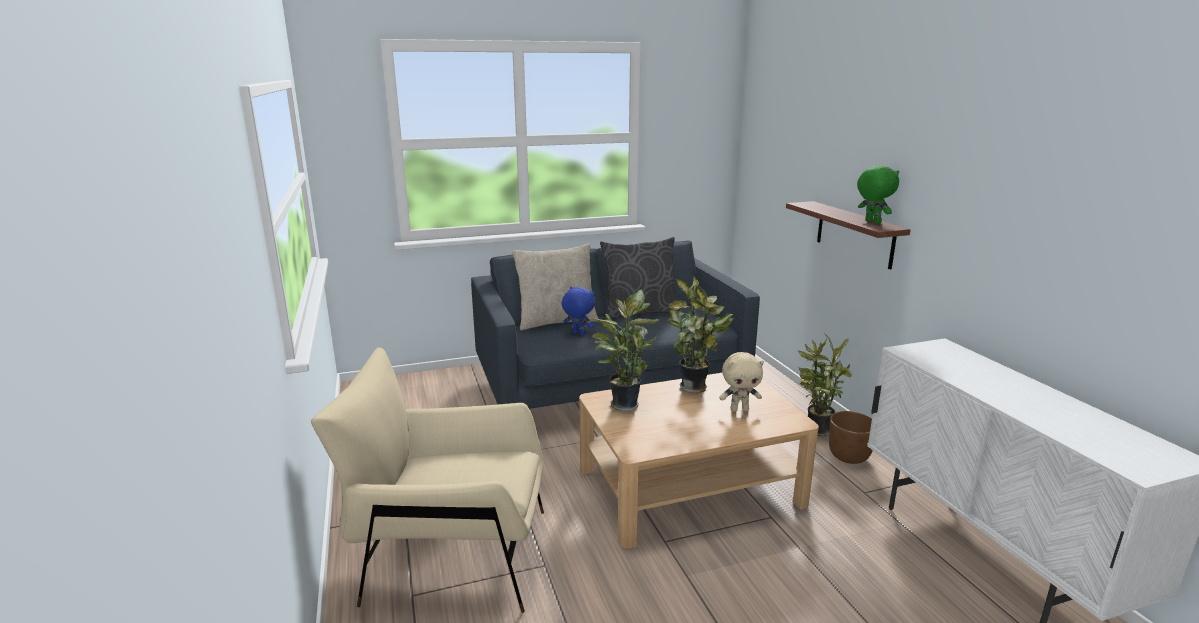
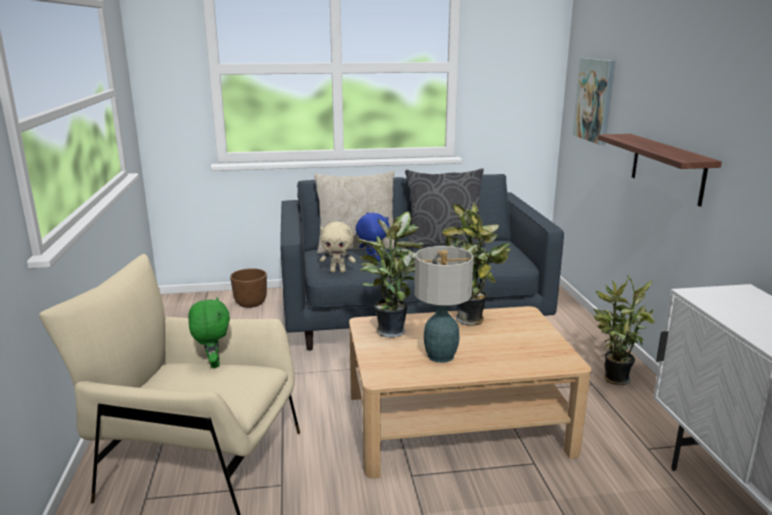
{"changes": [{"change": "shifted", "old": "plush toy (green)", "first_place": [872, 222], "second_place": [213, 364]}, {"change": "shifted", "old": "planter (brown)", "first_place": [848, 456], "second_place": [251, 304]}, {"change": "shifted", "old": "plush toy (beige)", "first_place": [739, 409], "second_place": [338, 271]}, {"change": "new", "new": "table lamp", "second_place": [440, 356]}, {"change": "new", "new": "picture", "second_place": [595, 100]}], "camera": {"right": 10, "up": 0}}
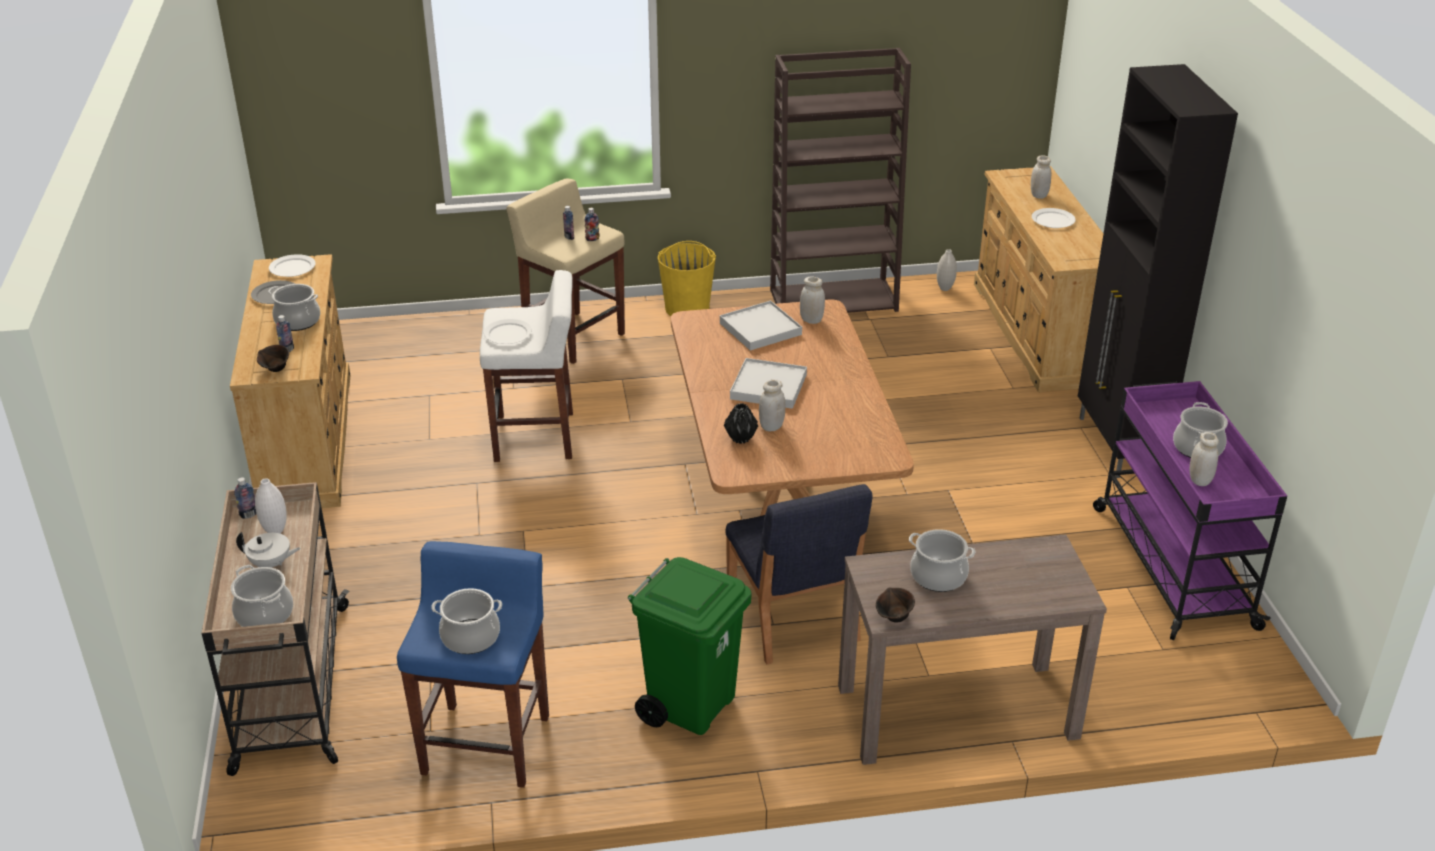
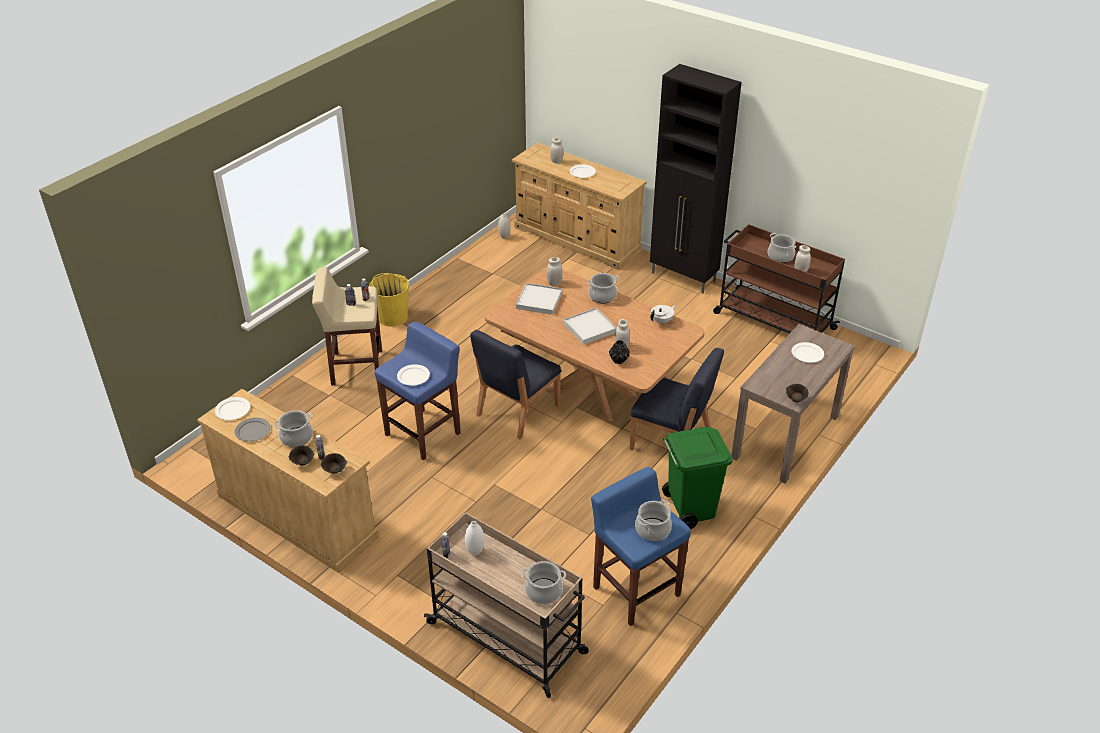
{"changes": [{"change": "new", "new": "bowl (brown)", "second_place": [303, 462]}, {"change": "repainted", "old": "stool (white)", "new": "stool (blue)", "first_place": [536, 437], "second_place": [424, 433]}, {"change": "new", "new": "chair (blue)", "second_place": [517, 410]}, {"change": "shifted", "old": "cooking pot", "first_place": [938, 576], "second_place": [602, 296]}, {"change": "shifted", "old": "teapot (white)", "first_place": [271, 564], "second_place": [662, 321]}, {"change": "repainted", "old": "cart (purple)", "new": "cart (brown)", "first_place": [1172, 565], "second_place": [772, 320]}, {"change": "new", "new": "plate (white)", "second_place": [807, 354]}, {"change": "gone", "old": "bookcase (brown)", "first_place": [834, 299]}], "camera": {"right": -45, "up": 5}}
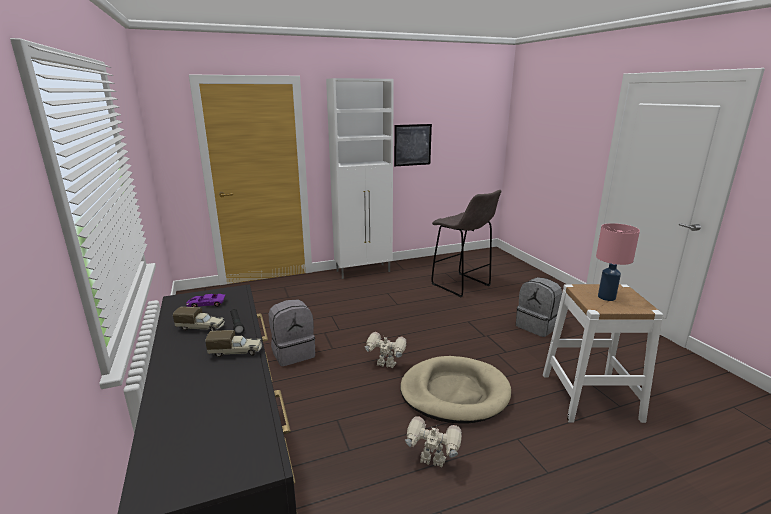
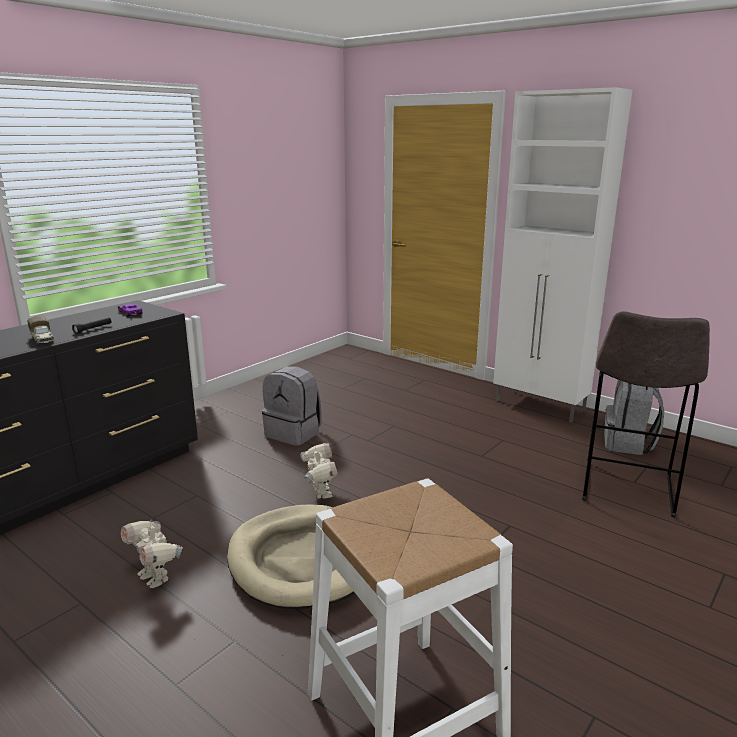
{"changes": [{"change": "rotated", "old": "toy robot", "first_place": [432, 462], "second_place": [155, 577], "degrees": 150}, {"change": "shifted", "old": "backpack (grey)", "first_place": [537, 326], "second_place": [628, 444]}, {"change": "gone", "old": "toy truck", "first_place": [201, 327]}, {"change": "gone", "old": "picture", "first_place": [412, 145]}, {"change": "gone", "old": "table lamp (pink)", "first_place": [606, 297]}], "camera": {"right": 60, "up": 0}}
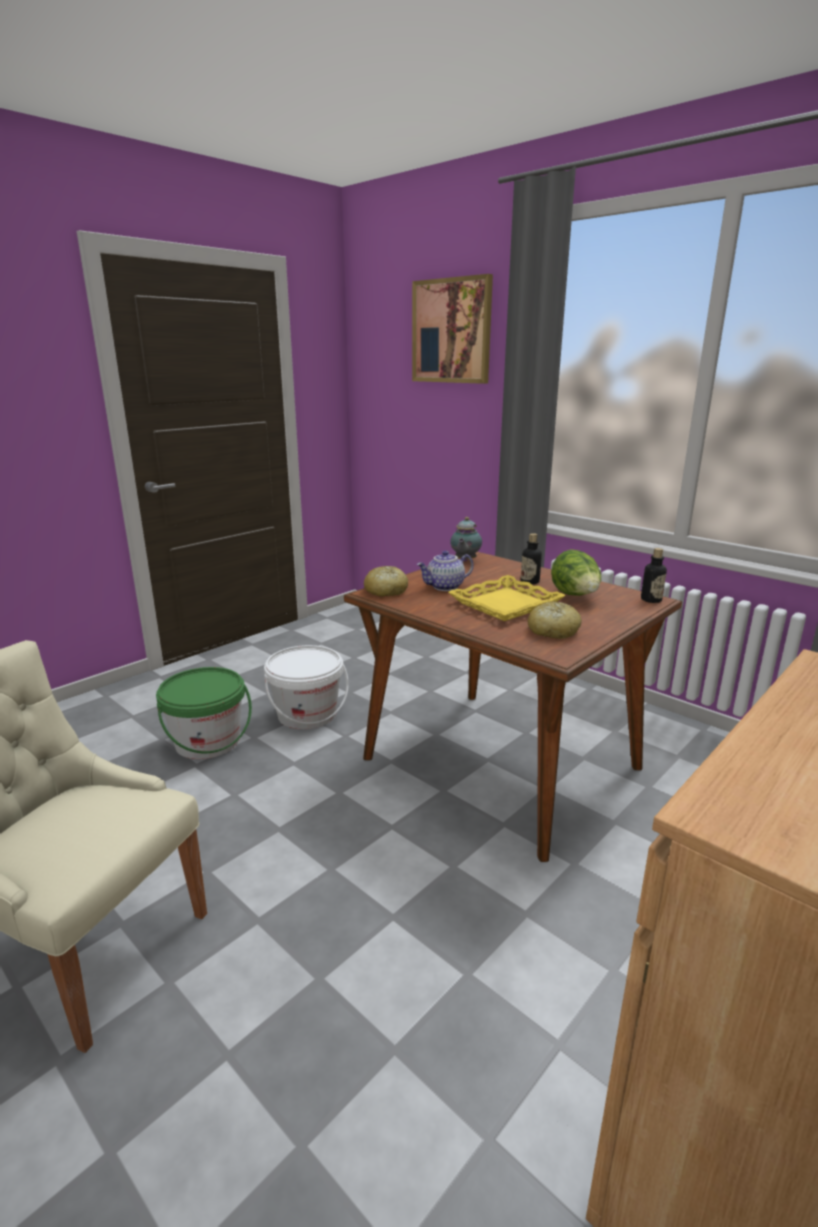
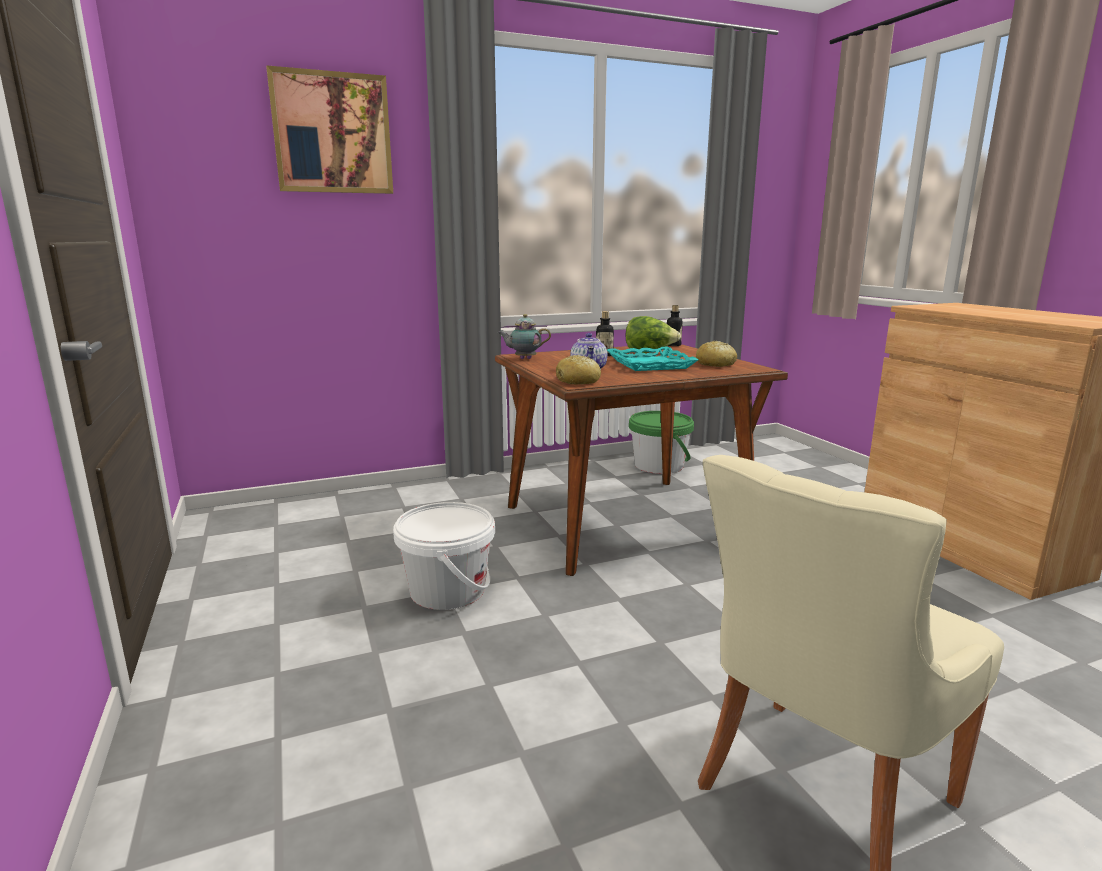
{"changes": [{"change": "rotated", "old": "teapot", "first_place": [464, 561], "second_place": [524, 359], "degrees": 135}, {"change": "repainted", "old": "tray (yellow)", "new": "tray (turquoise)", "first_place": [505, 604], "second_place": [649, 364]}, {"change": "shifted", "old": "bucket (green)", "first_place": [208, 741], "second_place": [659, 466]}], "camera": {"right": -65, "up": -5}}
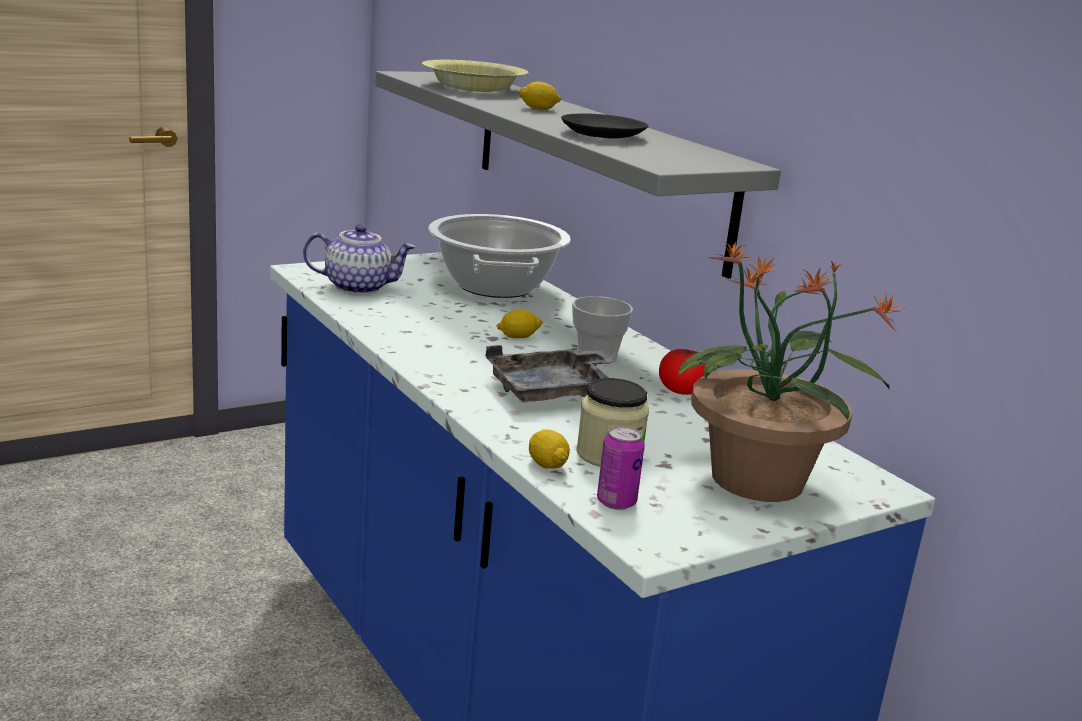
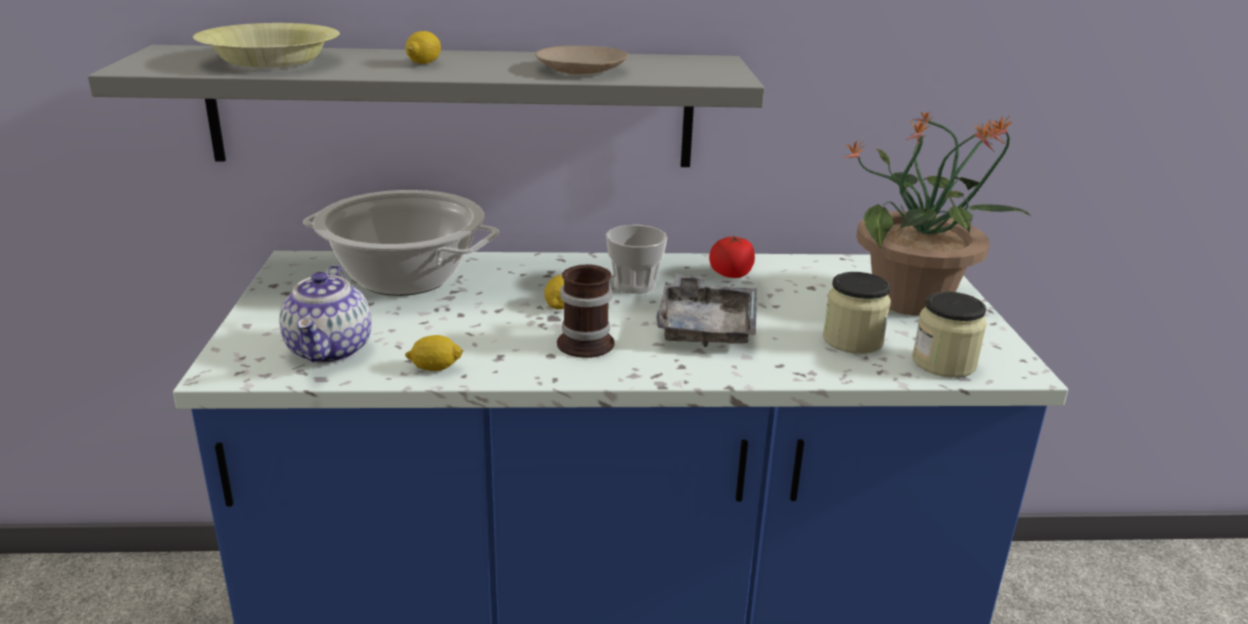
{"changes": [{"change": "rotated", "old": "teapot", "first_place": [359, 287], "second_place": [330, 350], "degrees": 150}, {"change": "shifted", "old": "lemon", "first_place": [547, 465], "second_place": [435, 368]}, {"change": "repainted", "old": "plate (black)", "new": "plate (beige)", "first_place": [602, 135], "second_place": [581, 70]}, {"change": "new", "new": "mug", "second_place": [590, 342]}, {"change": "swapped", "old": "can", "new": "jar", "first_place": [616, 502], "second_place": [944, 363]}], "camera": {"right": -60, "up": 5}}
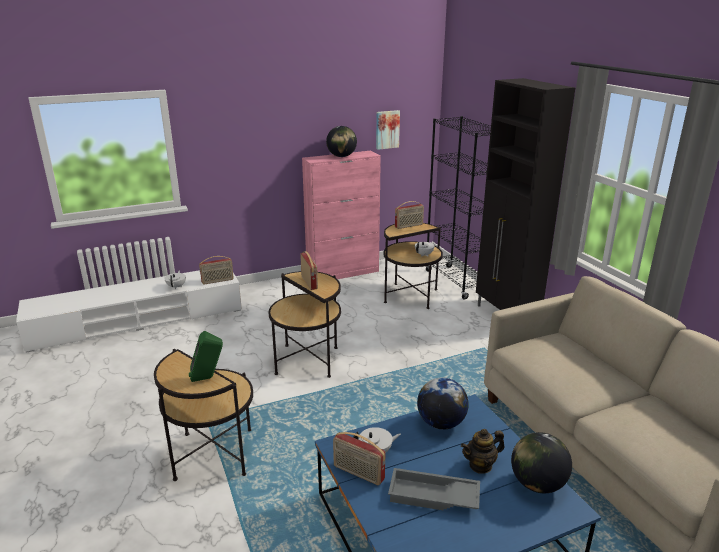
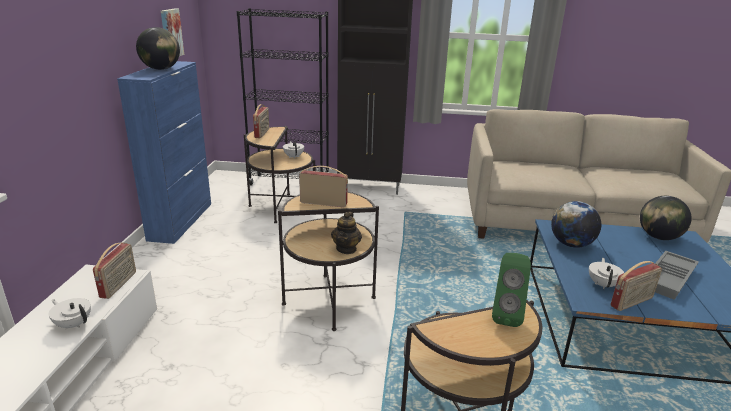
{"changes": [{"change": "repainted", "old": "cabinet (pink)", "new": "cabinet (blue)", "first_place": [343, 273], "second_place": [181, 221]}, {"change": "shifted", "old": "teapot", "first_place": [480, 465], "second_place": [346, 249]}], "camera": {"right": -60, "up": 0}}
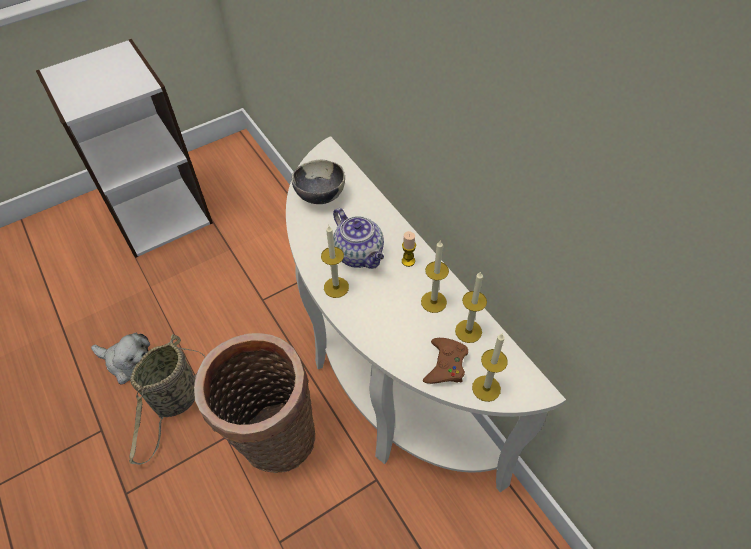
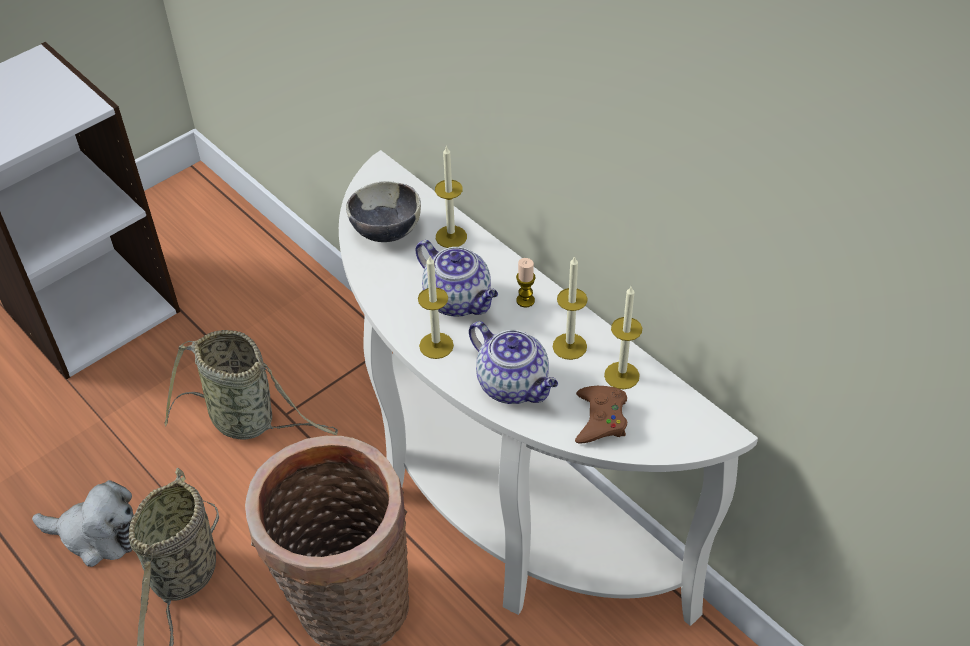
{"changes": [{"change": "new", "new": "basket", "second_place": [248, 421]}, {"change": "shifted", "old": "candle", "first_place": [486, 388], "second_place": [451, 237]}, {"change": "new", "new": "teapot", "second_place": [514, 385]}], "camera": {"right": -10, "up": -5}}
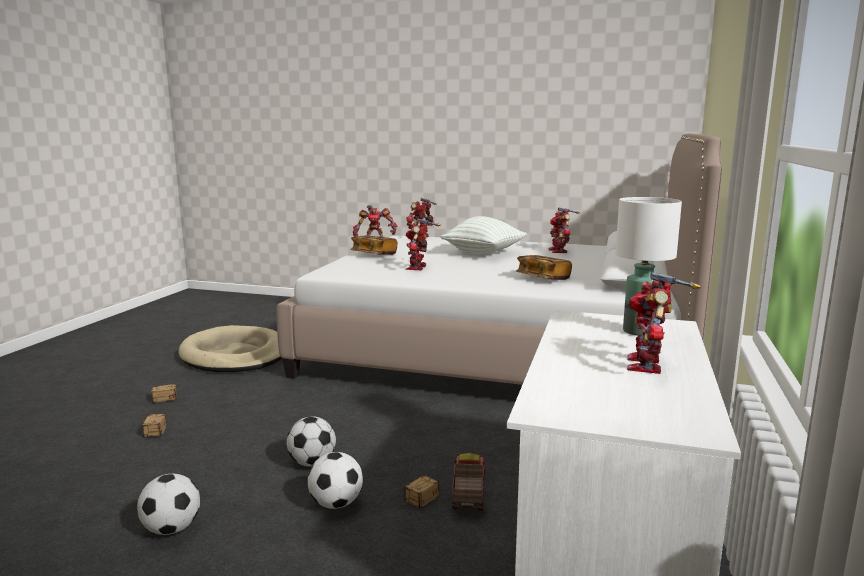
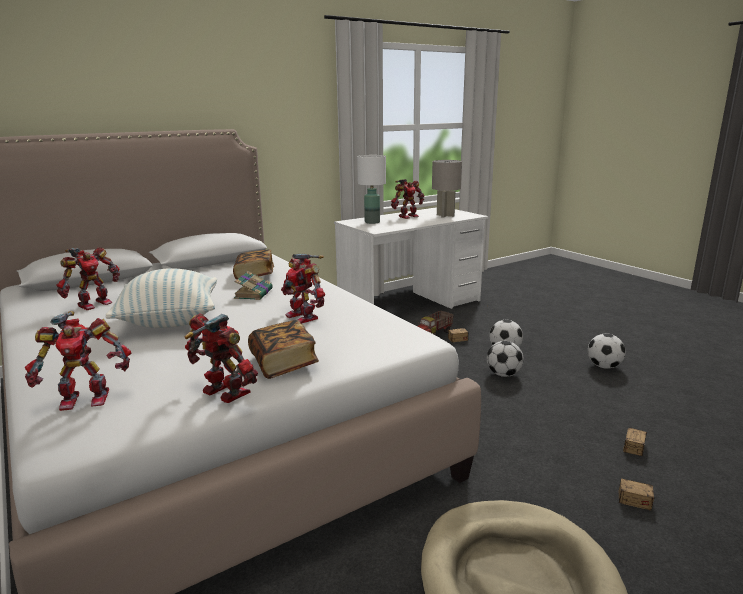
{"changes": [{"change": "new", "new": "book", "second_place": [254, 293]}, {"change": "rotated", "old": "toy robot", "first_place": [418, 267], "second_place": [304, 316], "degrees": 90}, {"change": "new", "new": "table lamp (grey)", "second_place": [445, 215]}], "camera": {"right": -140, "up": 5}}
